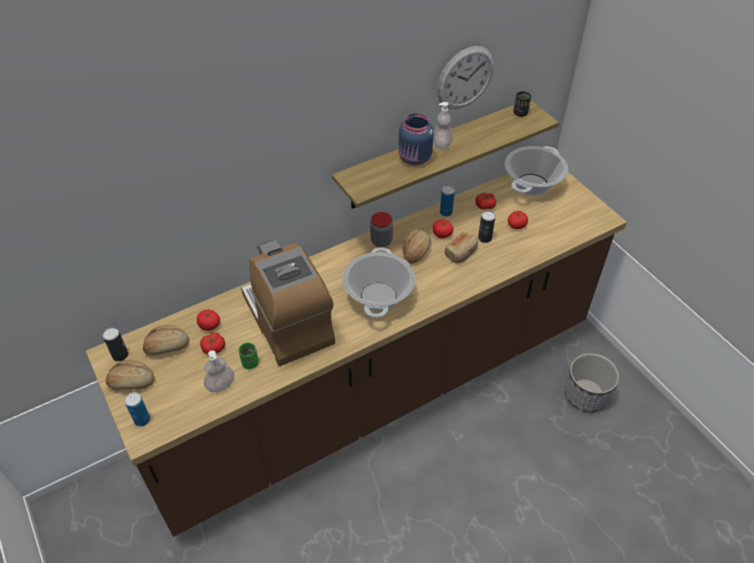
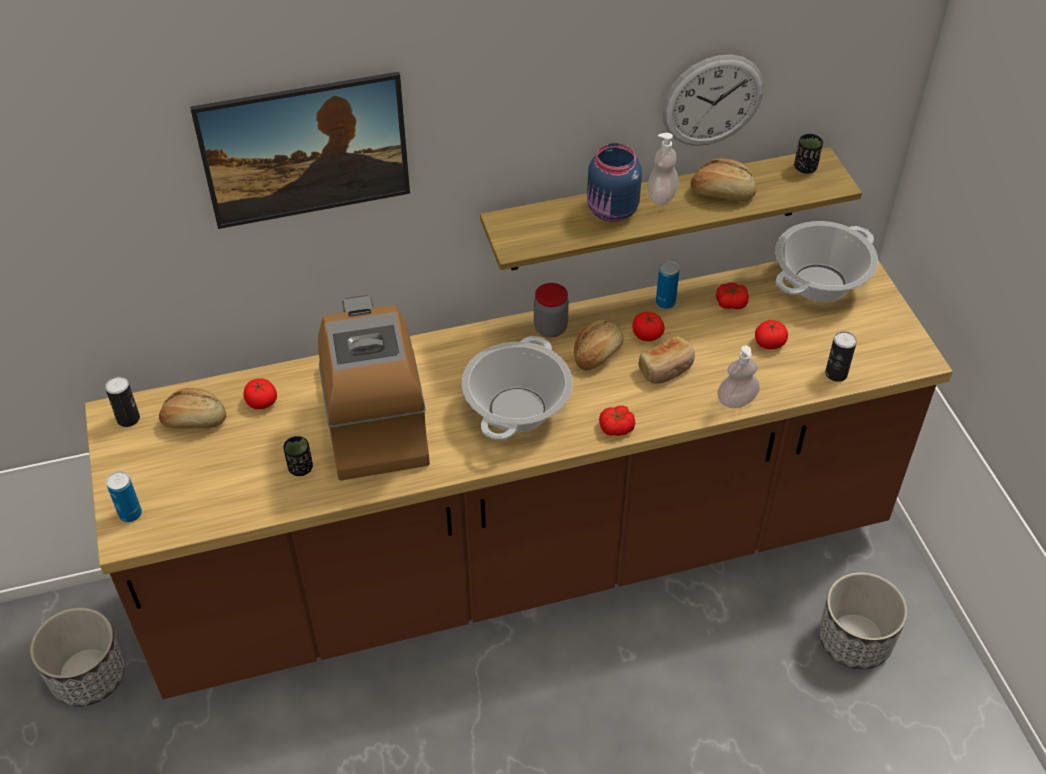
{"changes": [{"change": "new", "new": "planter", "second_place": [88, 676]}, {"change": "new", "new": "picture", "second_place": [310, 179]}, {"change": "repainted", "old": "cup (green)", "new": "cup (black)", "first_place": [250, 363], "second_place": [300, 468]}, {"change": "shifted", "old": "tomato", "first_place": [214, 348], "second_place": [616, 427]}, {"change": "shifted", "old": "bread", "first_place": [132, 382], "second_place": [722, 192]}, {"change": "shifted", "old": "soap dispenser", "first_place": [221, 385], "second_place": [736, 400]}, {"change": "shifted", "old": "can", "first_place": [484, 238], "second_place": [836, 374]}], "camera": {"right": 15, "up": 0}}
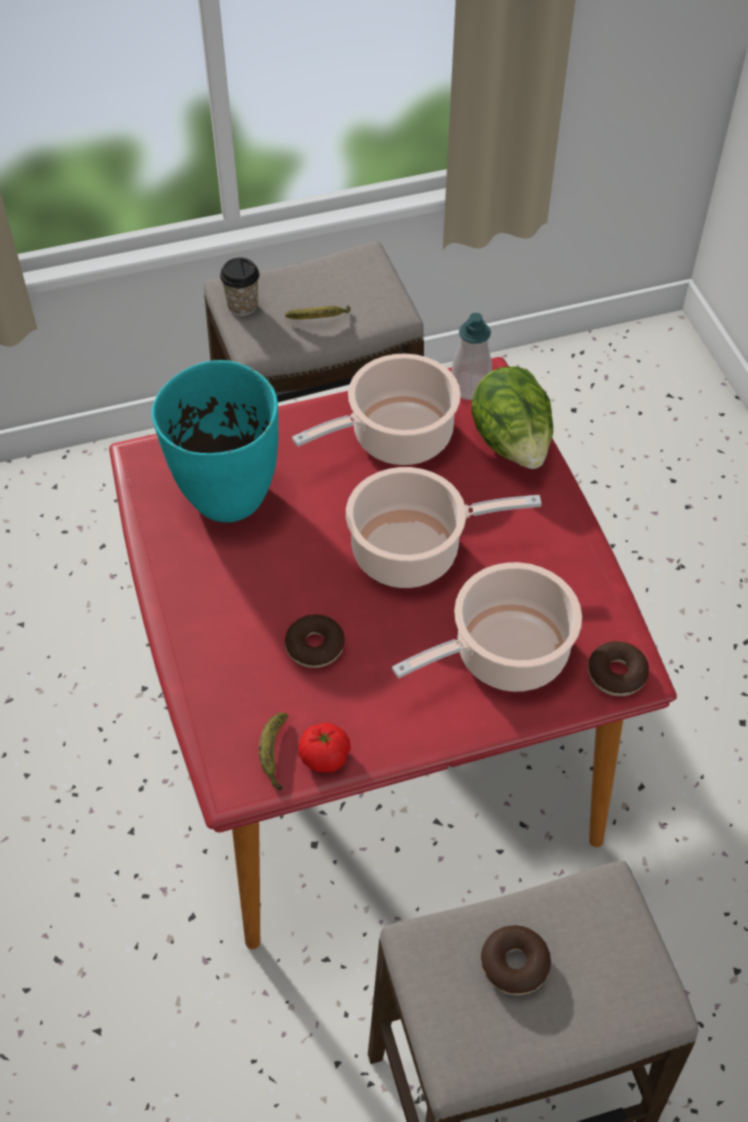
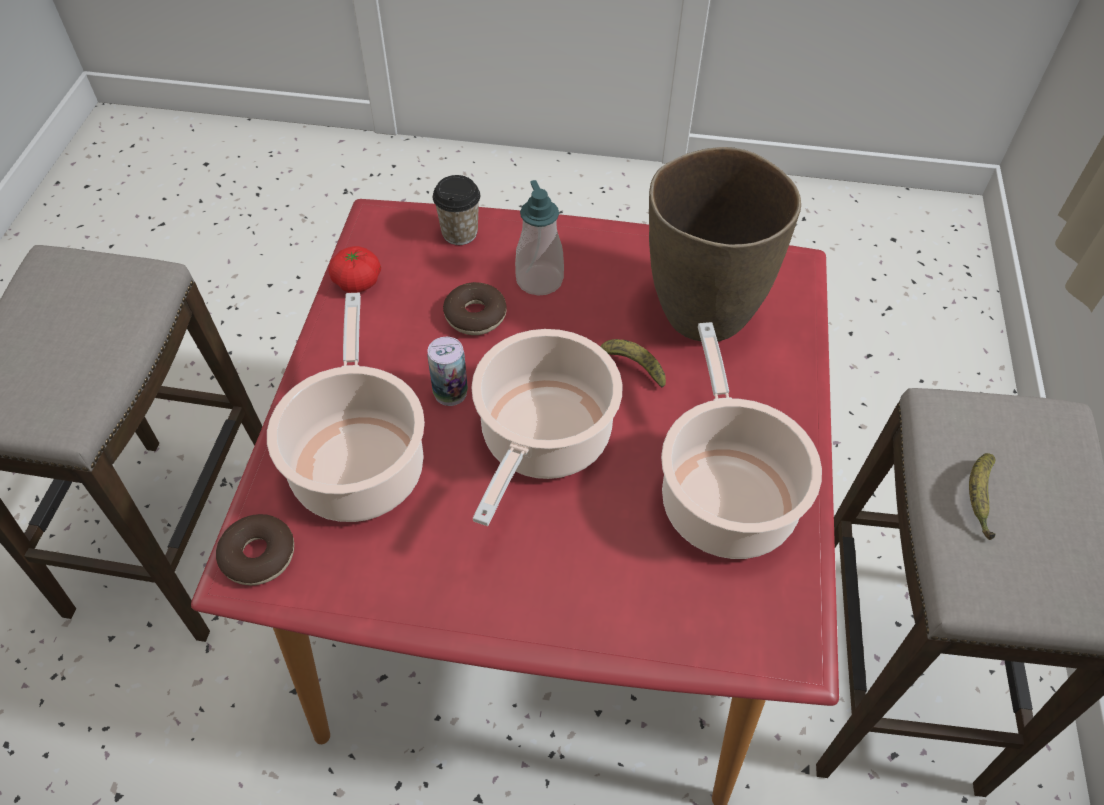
{"changes": [{"change": "new", "new": "can", "second_place": [450, 393]}, {"change": "shifted", "old": "cup", "first_place": [242, 306], "second_place": [459, 233]}, {"change": "shifted", "old": "soap dispenser", "first_place": [470, 387], "second_place": [539, 280]}, {"change": "shifted", "old": "banana", "first_place": [274, 754], "second_place": [626, 368]}, {"change": "repainted", "old": "vase (turquoise)", "new": "vase (brown)", "first_place": [228, 498], "second_place": [701, 313]}, {"change": "gone", "old": "lettuce", "first_place": [512, 444]}, {"change": "gone", "old": "donut", "first_place": [514, 964]}], "camera": {"right": 115, "up": 0}}
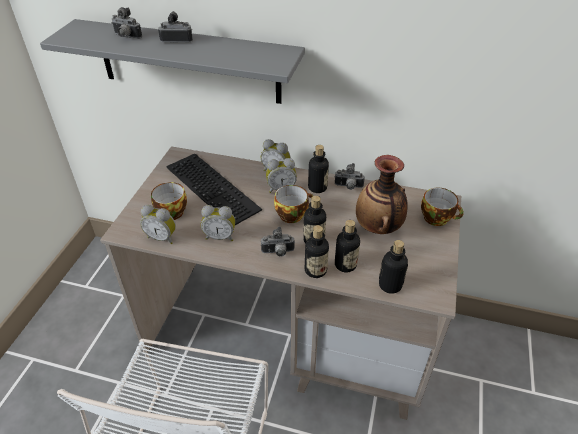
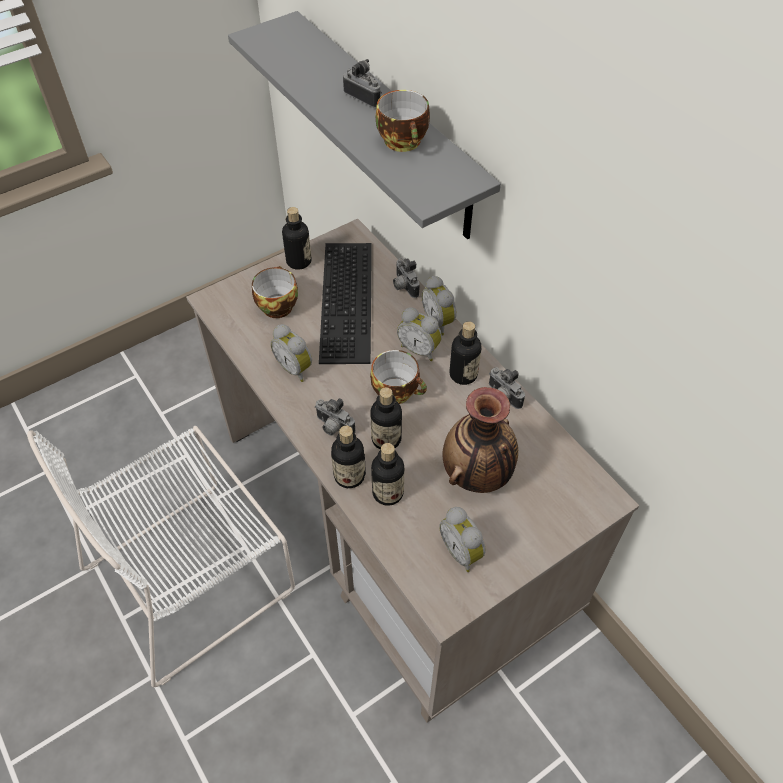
{"changes": [{"change": "shifted", "old": "bottle", "first_place": [390, 285], "second_place": [299, 261]}, {"change": "shifted", "old": "cup", "first_place": [437, 218], "second_place": [404, 142]}, {"change": "shifted", "old": "photo camera", "first_place": [126, 37], "second_place": [403, 286]}, {"change": "shifted", "old": "alarm clock", "first_place": [162, 237], "second_place": [462, 551]}], "camera": {"right": 40, "up": 10}}
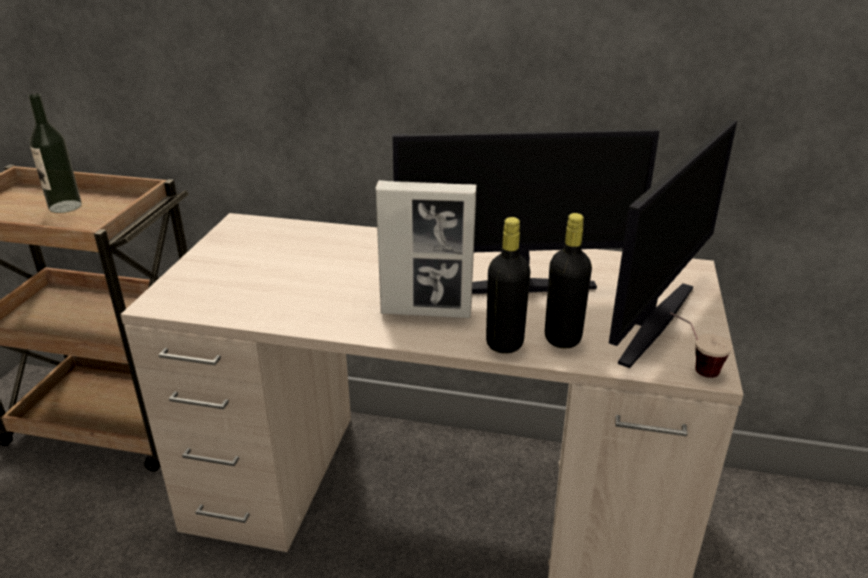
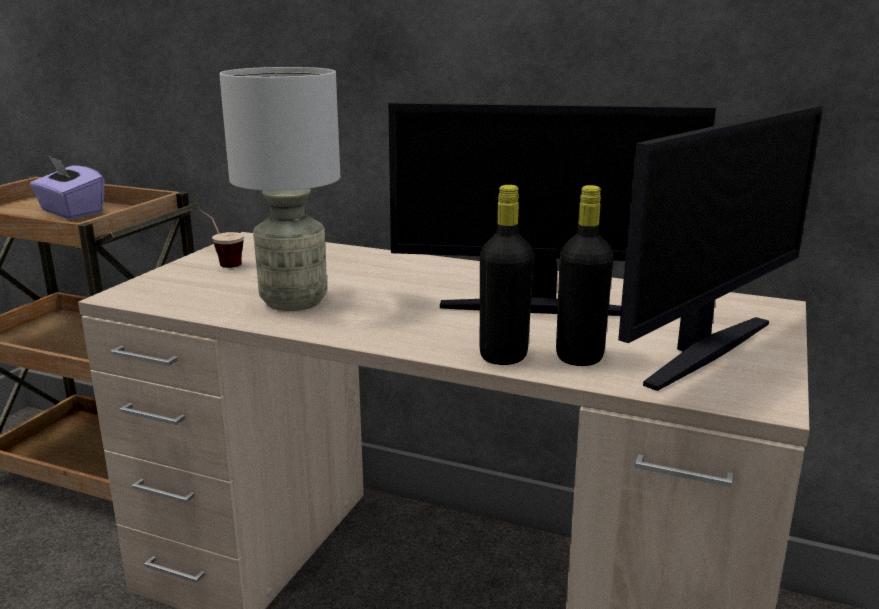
{"changes": [{"change": "swapped", "old": "bottle", "new": "tissue box (purple)", "first_place": [65, 206], "second_place": [71, 212]}, {"change": "shifted", "old": "cup", "first_place": [692, 367], "second_place": [222, 263]}, {"change": "new", "new": "table lamp (grey)", "second_place": [295, 301]}, {"change": "gone", "old": "picture frame", "first_place": [426, 312]}], "camera": {"right": 10, "up": -10}}
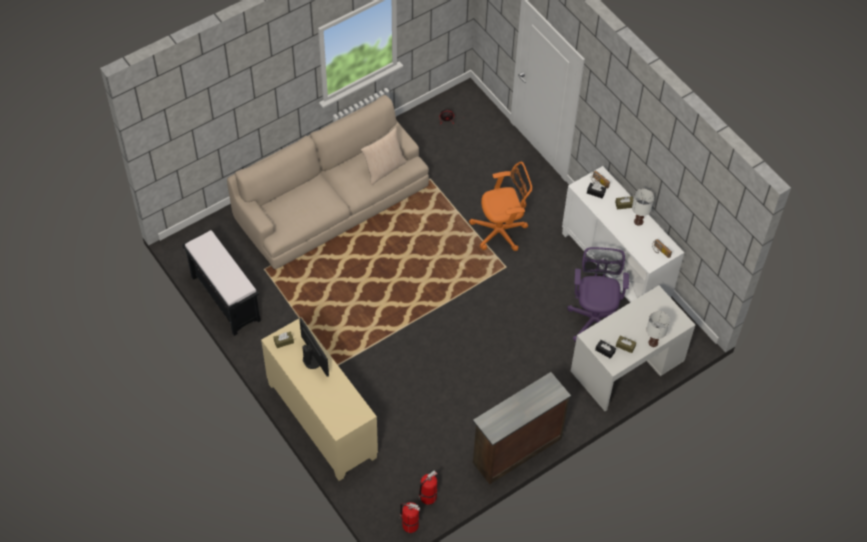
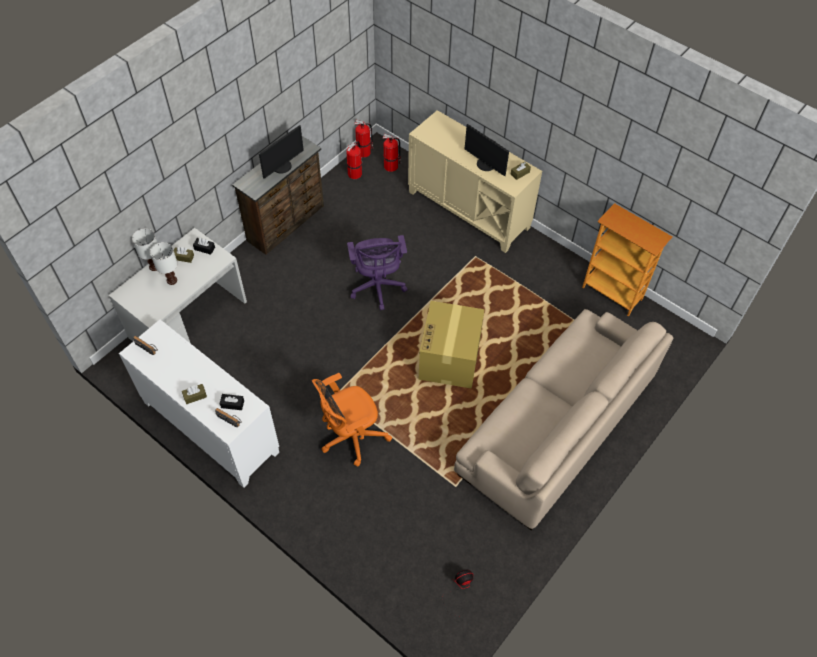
{"changes": [{"change": "shifted", "old": "table lamp (white)", "first_place": [638, 222], "second_place": [172, 280]}, {"change": "new", "new": "monitor", "second_place": [282, 166]}, {"change": "shifted", "old": "office chair (purple)", "first_place": [594, 318], "second_place": [377, 288]}, {"change": "new", "new": "fire extinguisher", "second_place": [391, 166]}, {"change": "new", "new": "cardboard box", "second_place": [449, 360]}, {"change": "swapped", "old": "bench (black)", "new": "bookcase", "first_place": [224, 298], "second_place": [612, 293]}, {"change": "gone", "old": "pillow (beige)", "first_place": [384, 169]}], "camera": {"right": 165, "up": 0}}
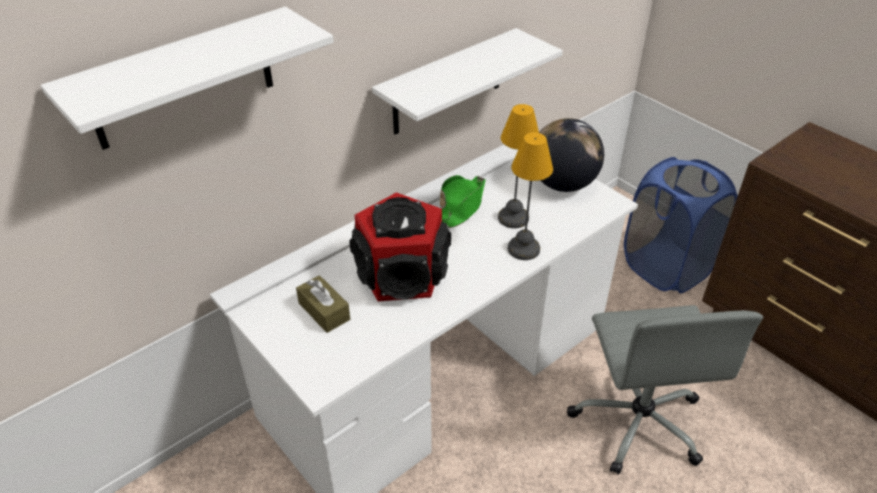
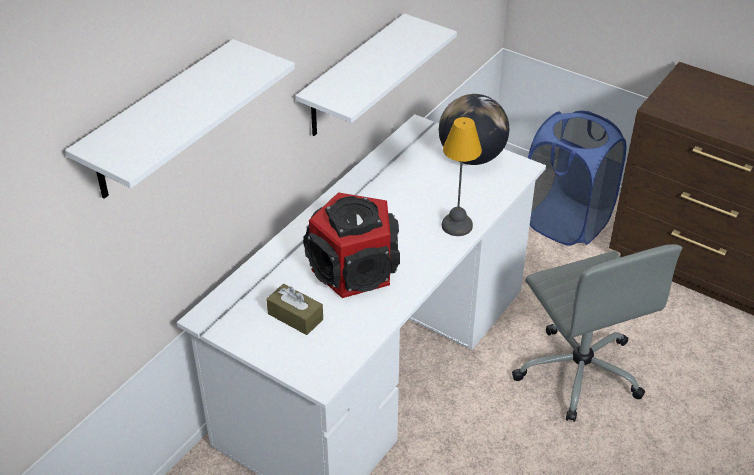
{"changes": [{"change": "gone", "old": "hat (green)", "first_place": [461, 206]}, {"change": "gone", "old": "table lamp", "first_place": [514, 218]}], "camera": {"right": -15, "up": 0}}
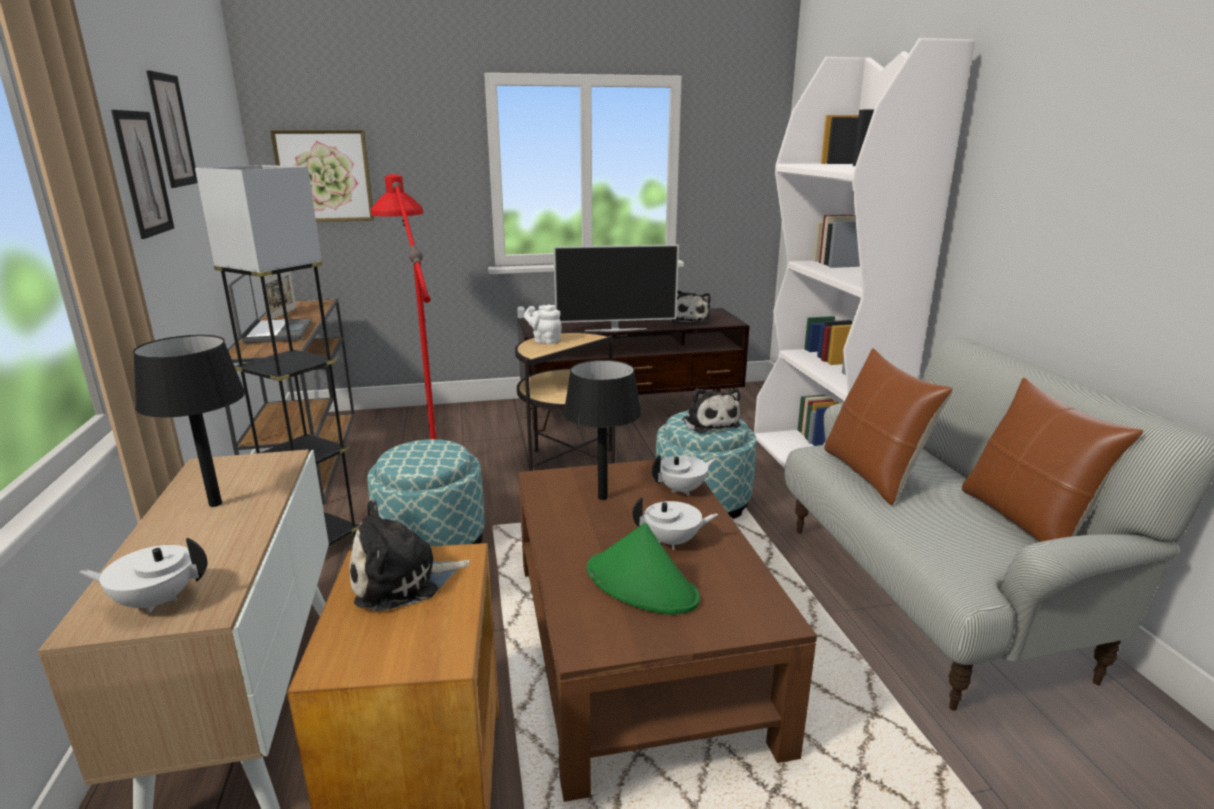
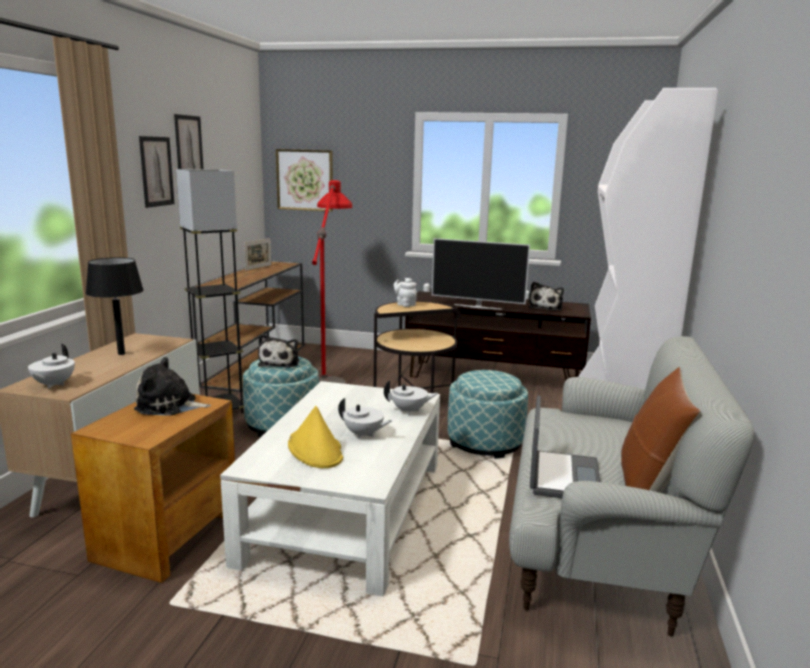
{"changes": [{"change": "rotated", "old": "teapot (white)", "first_place": [155, 601], "second_place": [53, 384], "degrees": -105}, {"change": "repainted", "old": "coffee table (brown)", "new": "coffee table (white)", "first_place": [637, 647], "second_place": [346, 511]}, {"change": "shifted", "old": "plush toy", "first_place": [709, 423], "second_place": [280, 363]}, {"change": "repainted", "old": "hat (green)", "new": "hat (yellow)", "first_place": [642, 585], "second_place": [315, 450]}, {"change": "shifted", "old": "laptop", "first_place": [275, 332], "second_place": [562, 477]}, {"change": "gone", "old": "table lamp (black)", "first_place": [602, 497]}, {"change": "gone", "old": "pillow (brown)", "first_place": [872, 474]}], "camera": {"right": 25, "up": -5}}
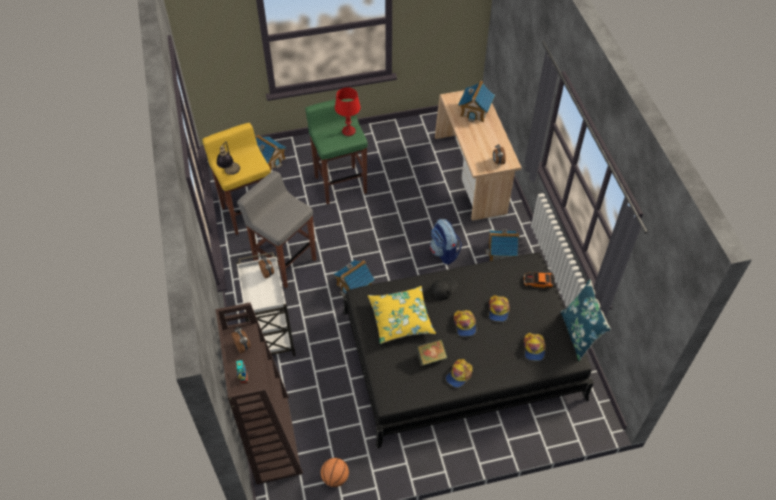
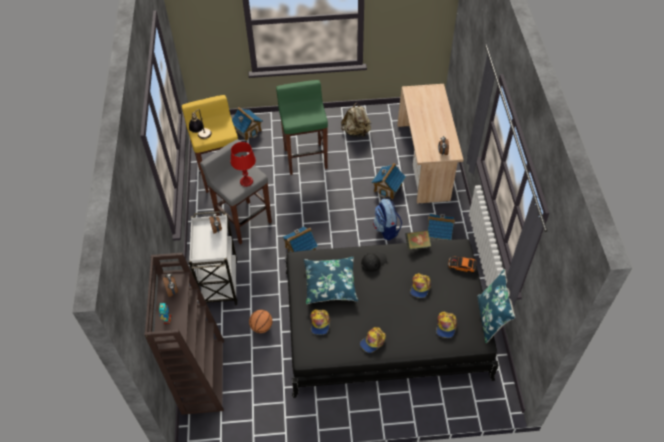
{"changes": [{"change": "shifted", "old": "table lamp (red)", "first_place": [348, 131], "second_place": [246, 182]}, {"change": "shifted", "old": "basketball", "first_place": [335, 477], "second_place": [261, 327]}, {"change": "repainted", "old": "pillow (yellow)", "new": "pillow (blue)", "first_place": [401, 319], "second_place": [330, 284]}, {"change": "shifted", "old": "cap", "first_place": [464, 325], "second_place": [320, 323]}, {"change": "new", "new": "backpack (beige)", "second_place": [356, 132]}, {"change": "shifted", "old": "toy house", "first_place": [475, 111], "second_place": [388, 188]}, {"change": "shifted", "old": "book", "first_place": [430, 357], "second_place": [417, 244]}], "camera": {"right": 10, "up": 0}}
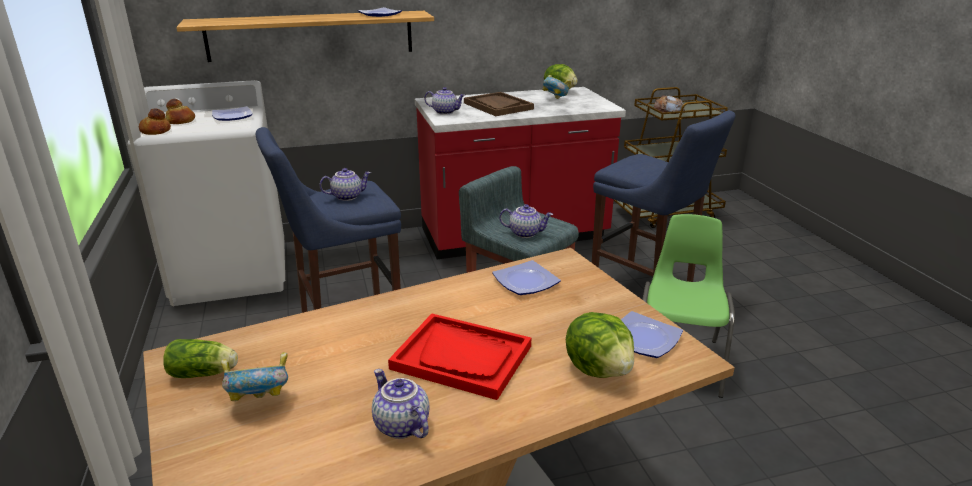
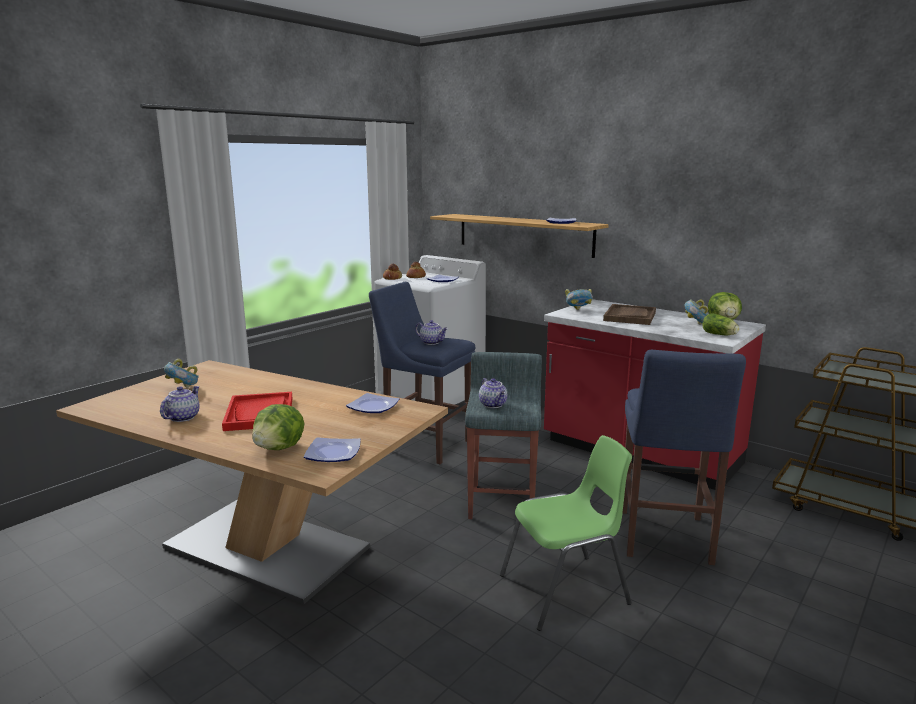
{"changes": [{"change": "swapped", "old": "teapot", "new": "bowl", "first_place": [445, 112], "second_place": [578, 310]}, {"change": "shifted", "old": "lettuce", "first_place": [205, 373], "second_place": [720, 335]}, {"change": "gone", "old": "bread", "first_place": [668, 110]}], "camera": {"right": 55, "up": -10}}
